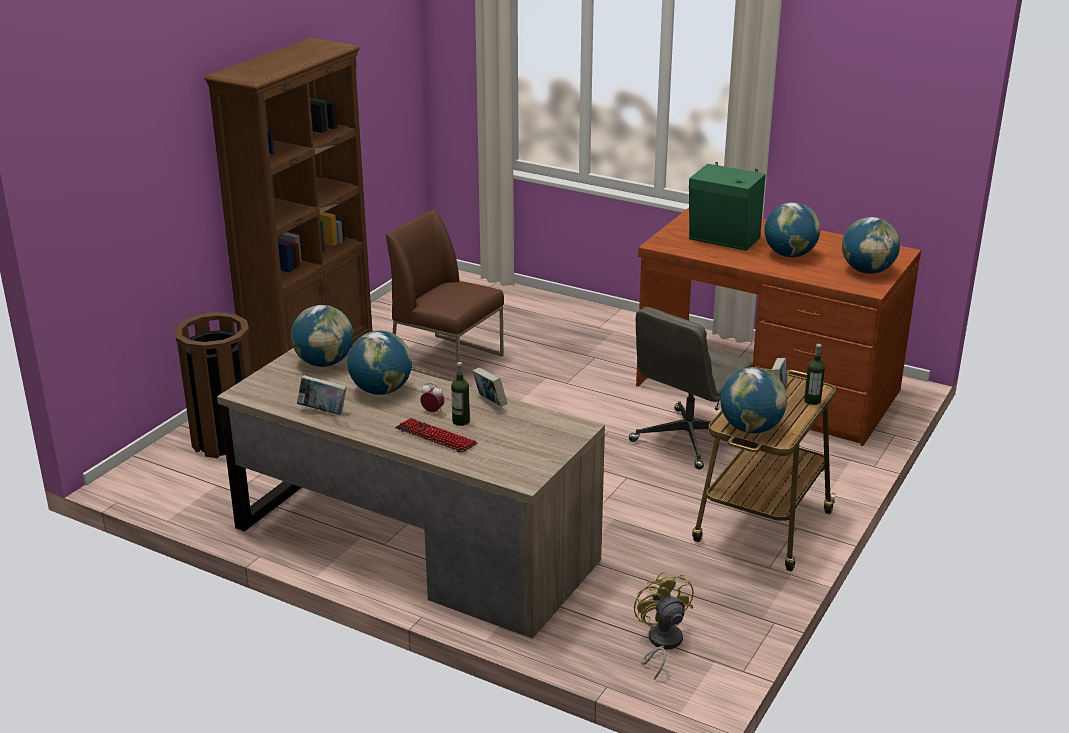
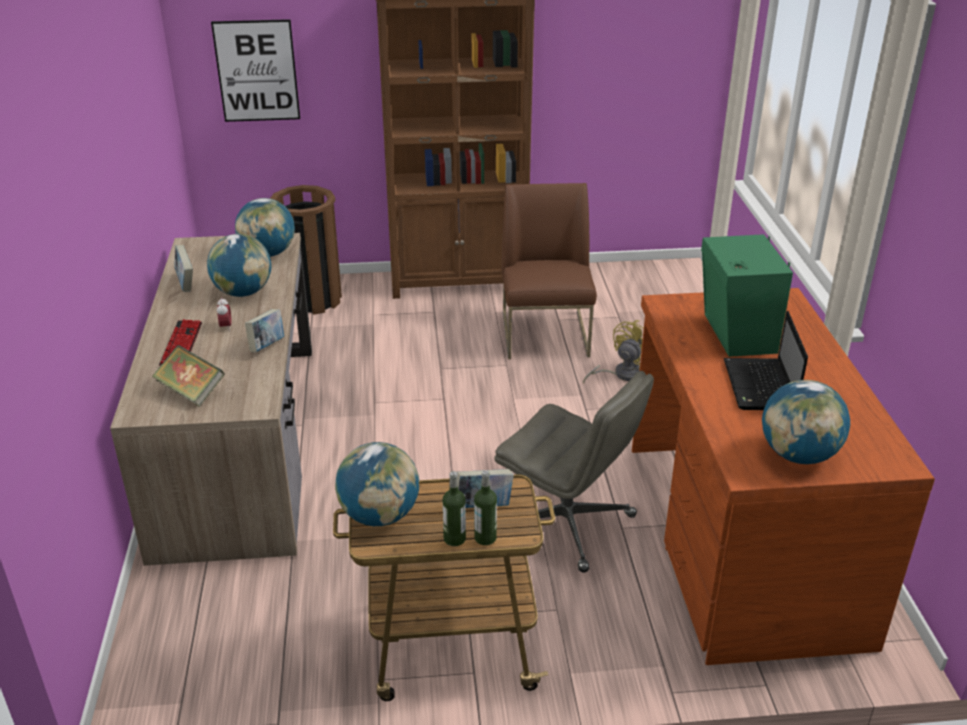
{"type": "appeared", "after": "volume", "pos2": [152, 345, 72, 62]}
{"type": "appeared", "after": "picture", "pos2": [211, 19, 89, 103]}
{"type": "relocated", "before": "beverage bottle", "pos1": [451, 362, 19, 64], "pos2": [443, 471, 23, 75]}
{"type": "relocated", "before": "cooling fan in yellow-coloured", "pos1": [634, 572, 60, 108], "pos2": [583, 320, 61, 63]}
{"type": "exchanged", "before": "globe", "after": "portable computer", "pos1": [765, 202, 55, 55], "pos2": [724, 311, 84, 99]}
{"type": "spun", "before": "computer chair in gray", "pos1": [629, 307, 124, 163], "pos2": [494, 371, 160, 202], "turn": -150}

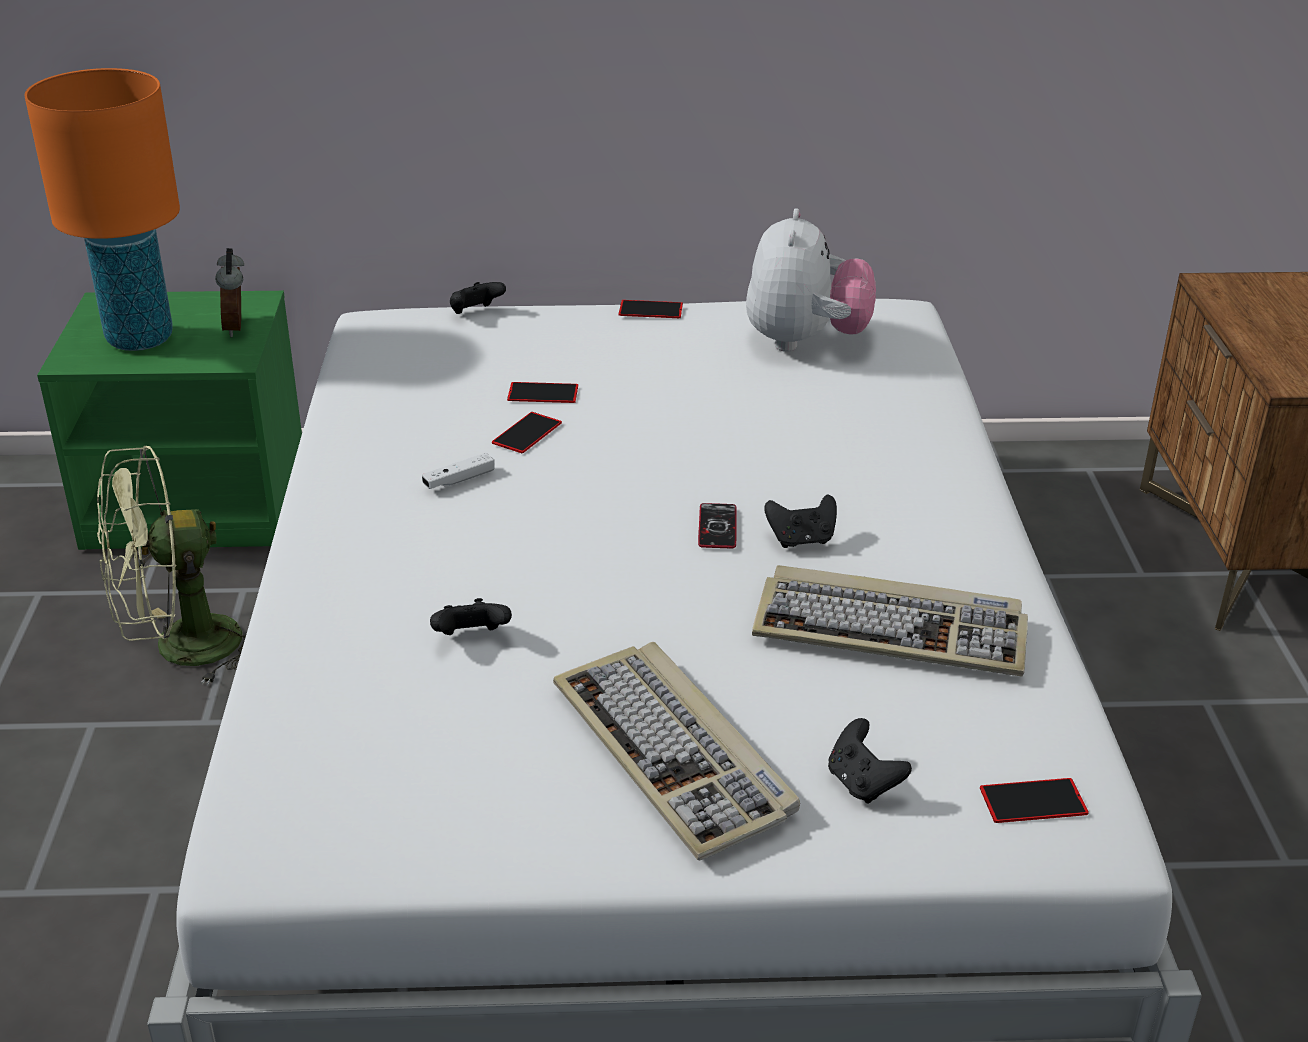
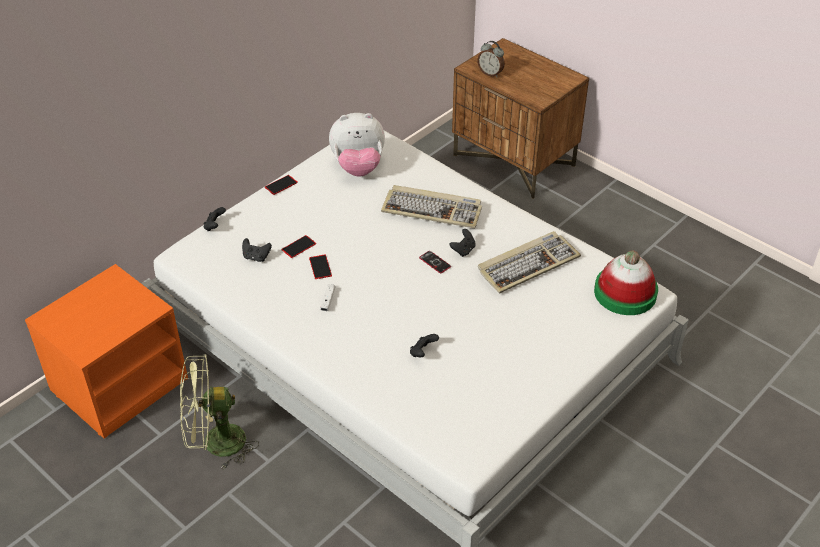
{"type": "missing", "before": "tabletop lamp in orange", "pos1": [24, 68, 156, 283]}
{"type": "relocated", "before": "alarm clock", "pos1": [215, 248, 29, 89], "pos2": [477, 41, 28, 36]}
{"type": "relocated", "before": "keyboard", "pos1": [553, 642, 247, 219], "pos2": [381, 185, 101, 43]}
{"type": "relocated", "before": "joypad in black", "pos1": [828, 718, 84, 86], "pos2": [242, 238, 30, 24]}
{"type": "exchanged", "before": "phone", "after": "hat", "pos1": [980, 778, 109, 45], "pos2": [594, 250, 64, 65]}
{"type": "colour", "before": "nightstand in green-coloured", "after": "nightstand in orange", "pos1": [37, 291, 265, 259], "pos2": [25, 264, 163, 175]}
{"type": "spun", "before": "cooling fan in green-coloured", "pos1": [97, 446, 149, 240], "pos2": [180, 354, 79, 116], "turn": 60}
{"type": "spun", "before": "plush toy", "pos1": [746, 208, 130, 144], "pos2": [329, 113, 56, 63], "turn": 120}

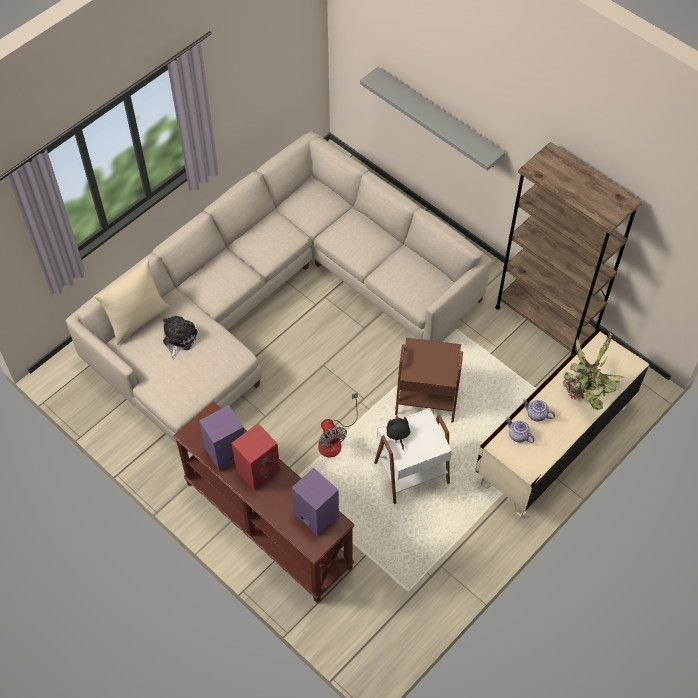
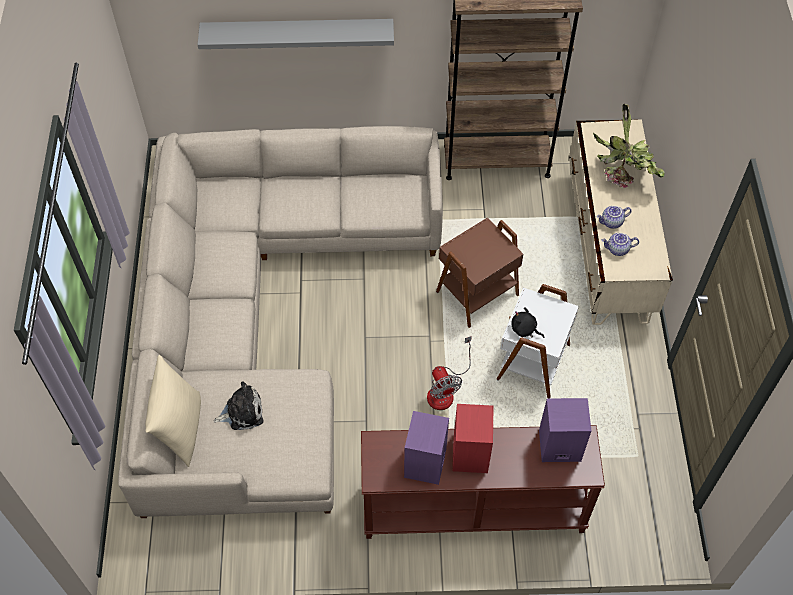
{"type": "spun", "before": "plush toy", "pos1": [163, 316, 35, 43], "pos2": [213, 381, 51, 49], "turn": 105}
{"type": "spun", "before": "cooling fan", "pos1": [318, 393, 40, 65], "pos2": [427, 336, 45, 74], "turn": 45}

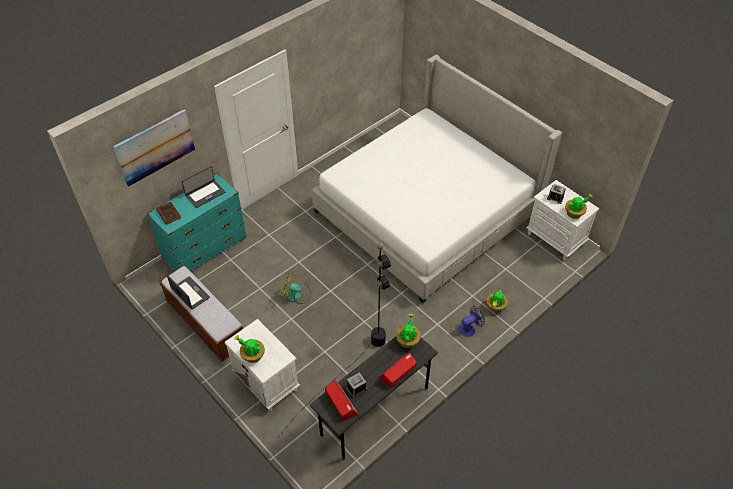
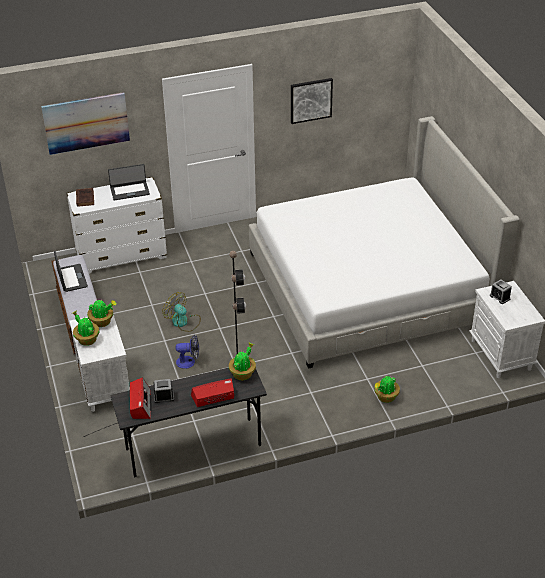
{"type": "appeared", "after": "picture", "pos2": [291, 78, 42, 46]}
{"type": "relocated", "before": "cooling fan", "pos1": [459, 306, 26, 31], "pos2": [176, 335, 23, 34]}
{"type": "relocated", "before": "plant in a pot", "pos1": [565, 194, 28, 25], "pos2": [87, 300, 30, 27]}
{"type": "colour", "before": "dresser in blue-green", "after": "dresser in whitish", "pos1": [147, 173, 100, 98], "pos2": [66, 177, 101, 97]}

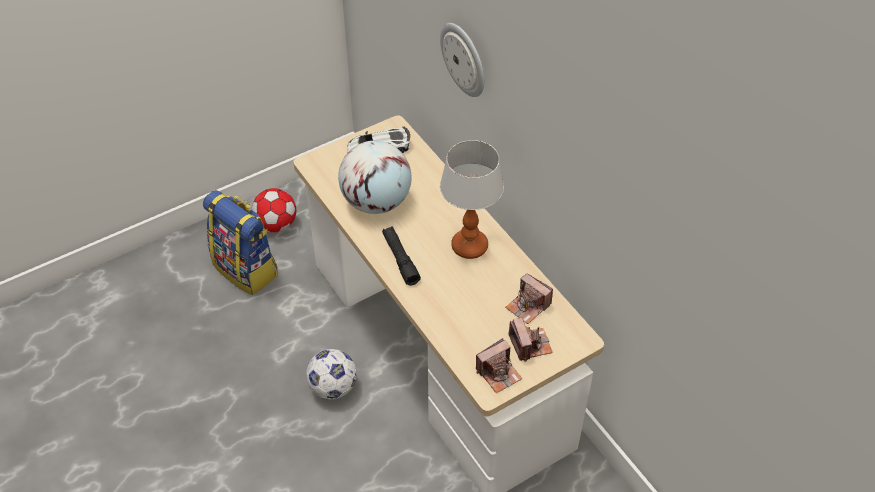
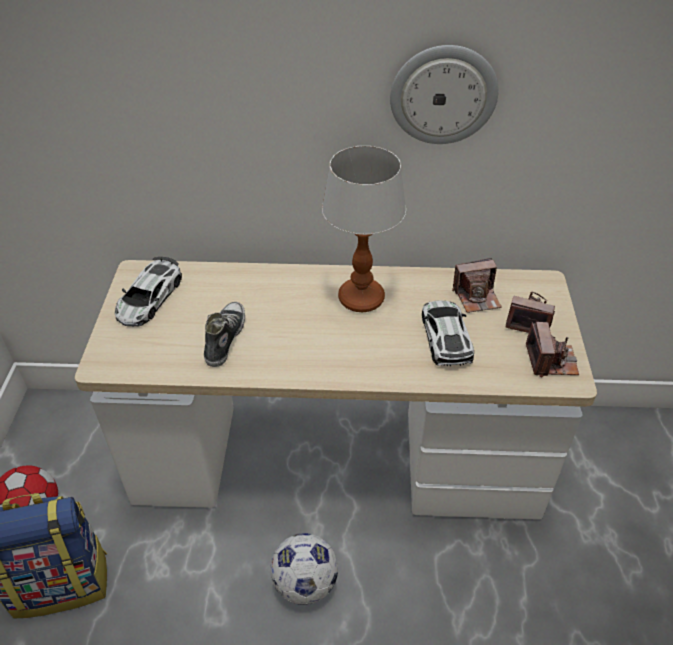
{"type": "missing", "before": "hand torch in black", "pos1": [382, 226, 39, 60]}
{"type": "appeared", "after": "model car", "pos2": [422, 301, 52, 65]}
{"type": "relocated", "before": "clock on the wall", "pos1": [440, 23, 44, 74], "pos2": [390, 45, 109, 99]}
{"type": "exchanged", "before": "globe", "after": "item of footwear", "pos1": [338, 141, 73, 73], "pos2": [204, 302, 41, 65]}

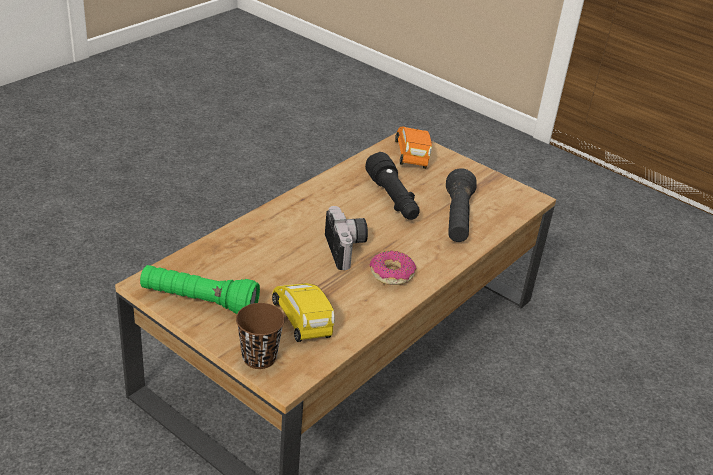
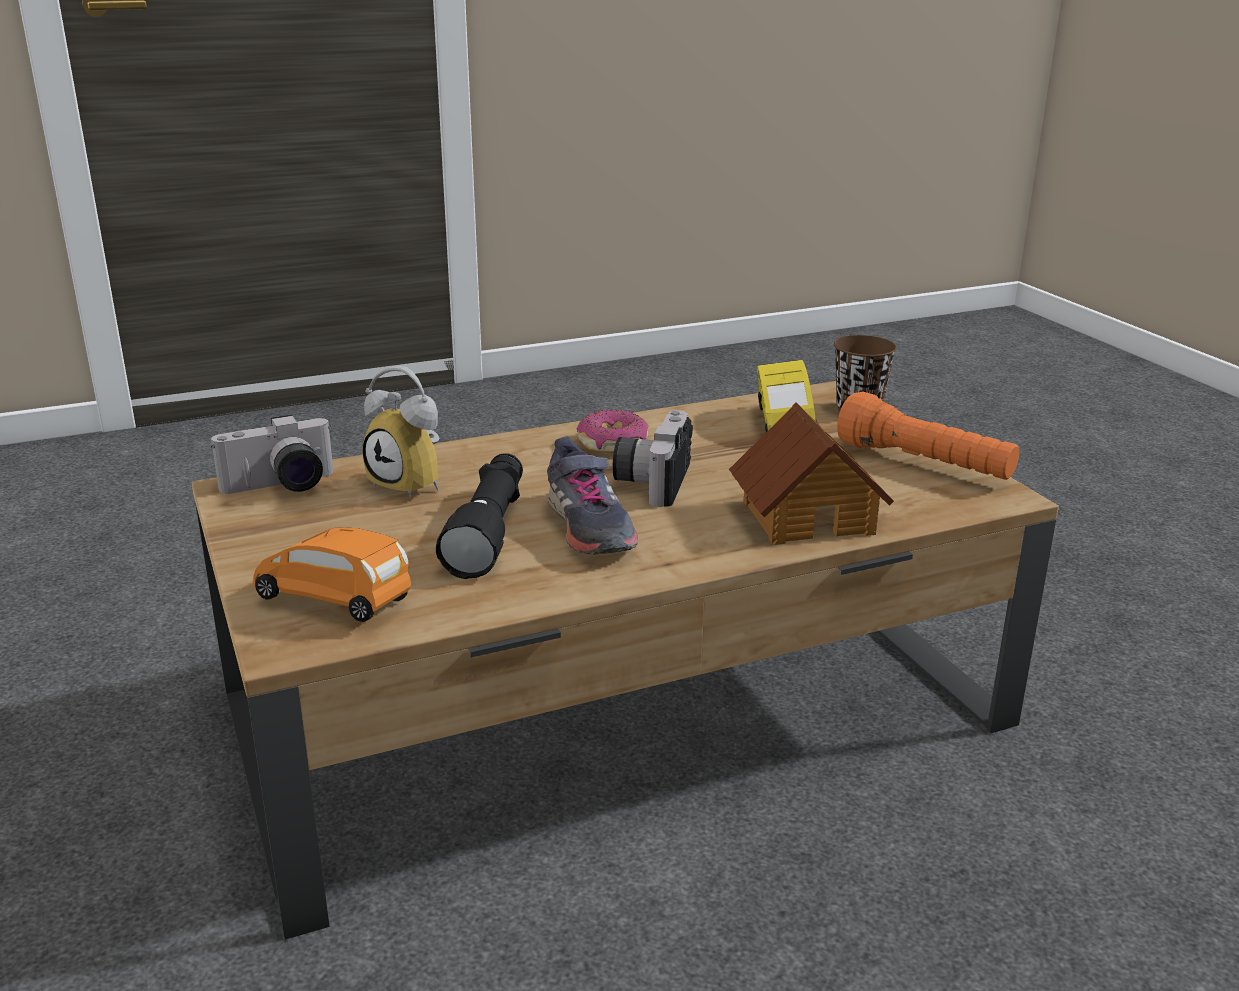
{"type": "appeared", "after": "photo camera", "pos2": [211, 415, 123, 79]}
{"type": "appeared", "after": "item of footwear in gray", "pos2": [547, 437, 91, 118]}
{"type": "appeared", "after": "toy house", "pos2": [729, 402, 165, 143]}
{"type": "exchanged", "before": "hand torch in black", "after": "alarm clock", "pos1": [446, 168, 31, 74], "pos2": [362, 366, 77, 134]}
{"type": "colour", "before": "hand torch in green-coloured", "after": "hand torch in orange", "pos1": [140, 265, 120, 49], "pos2": [837, 391, 182, 89]}
{"type": "spun", "before": "model car in orange", "pos1": [395, 127, 37, 42], "pos2": [253, 527, 158, 95], "turn": 90}

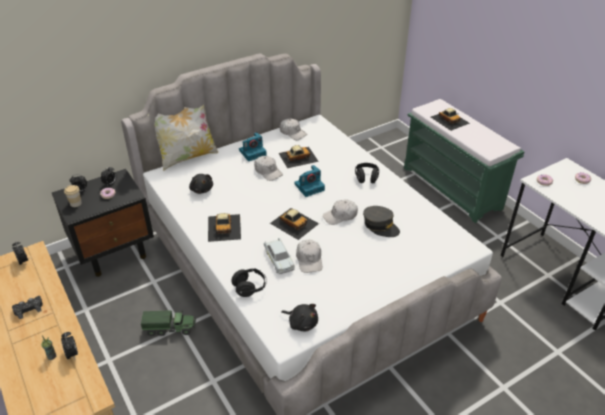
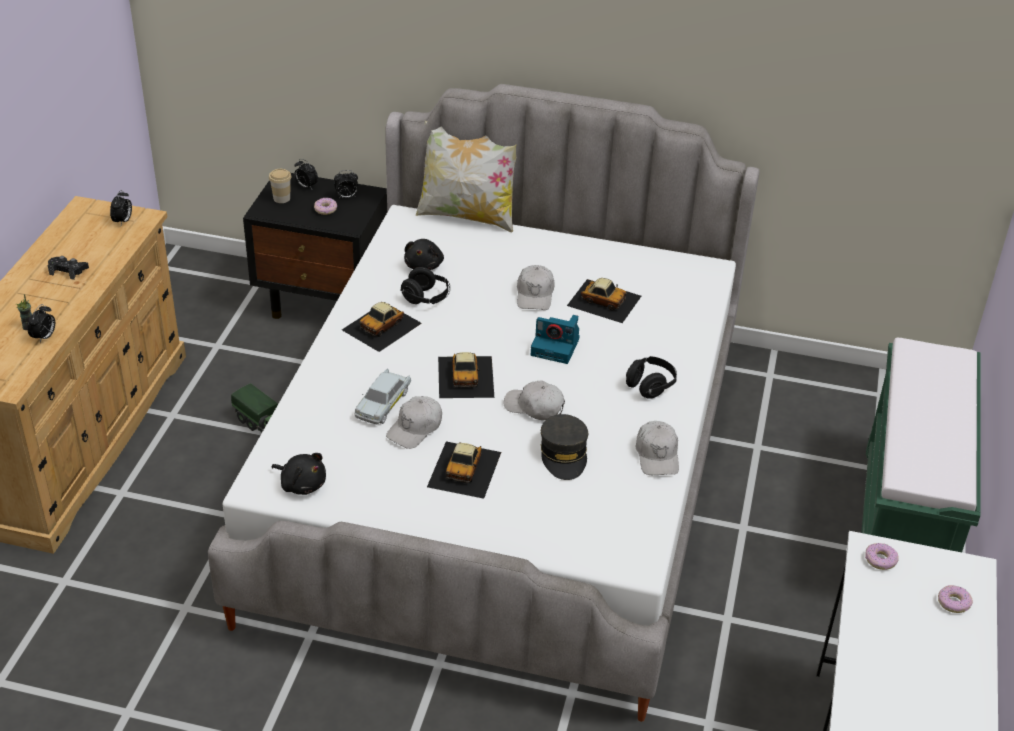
{"type": "missing", "before": "photo camera", "pos1": [239, 132, 28, 29]}
{"type": "relocated", "before": "headset in black", "pos1": [231, 268, 36, 29], "pos2": [400, 267, 50, 37]}
{"type": "relocated", "before": "peaked cap in whitish", "pos1": [279, 118, 28, 22], "pos2": [635, 421, 44, 54]}
{"type": "relocated", "before": "model car", "pos1": [431, 108, 39, 23], "pos2": [427, 441, 74, 58]}
{"type": "spun", "before": "plush toy in black", "pos1": [281, 304, 37, 27], "pos2": [271, 453, 55, 42], "turn": -45}

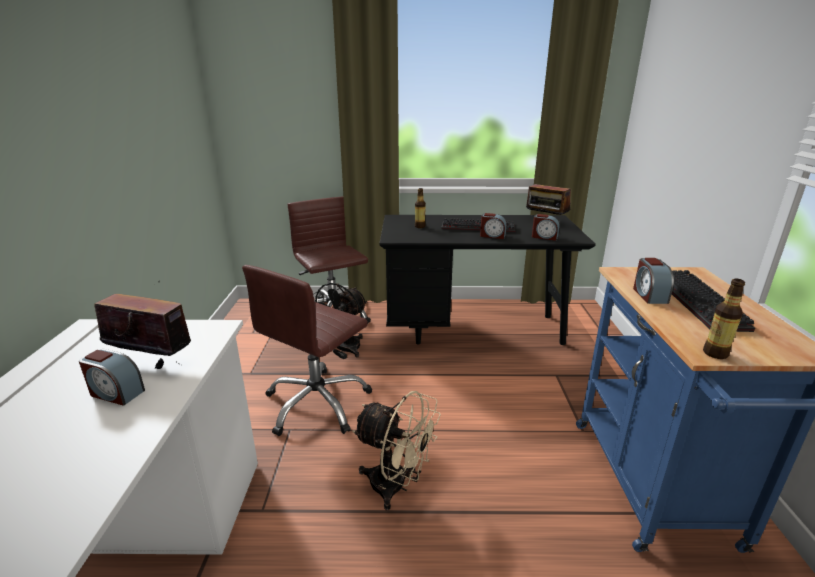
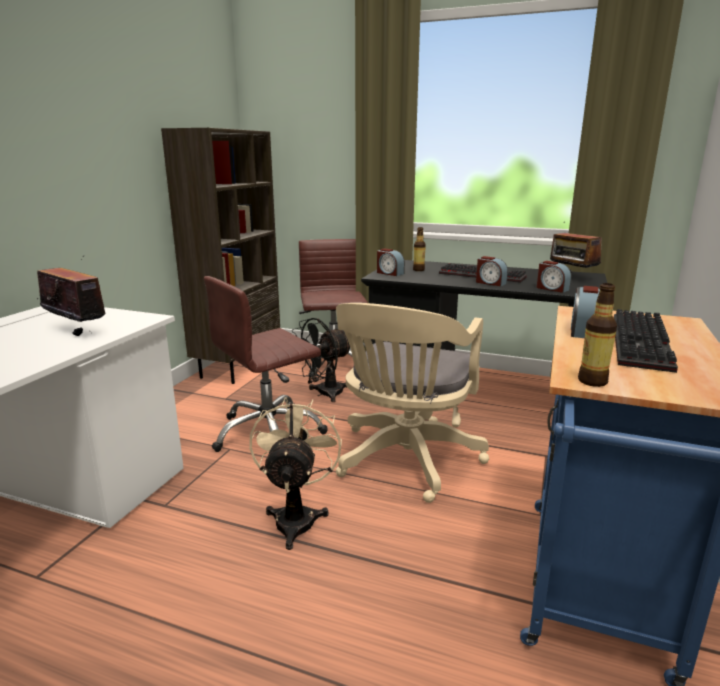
{"type": "appeared", "after": "shelving unit in brown-coloured", "pos2": [161, 128, 119, 256]}
{"type": "appeared", "after": "computer chair in sand-coloured", "pos2": [336, 303, 153, 200]}
{"type": "relocated", "before": "alarm clock", "pos1": [79, 349, 66, 57], "pos2": [377, 248, 28, 28]}
{"type": "spun", "before": "cooling fan in sand-coloured", "pos1": [352, 391, 89, 120], "pos2": [249, 397, 93, 153], "turn": -135}

